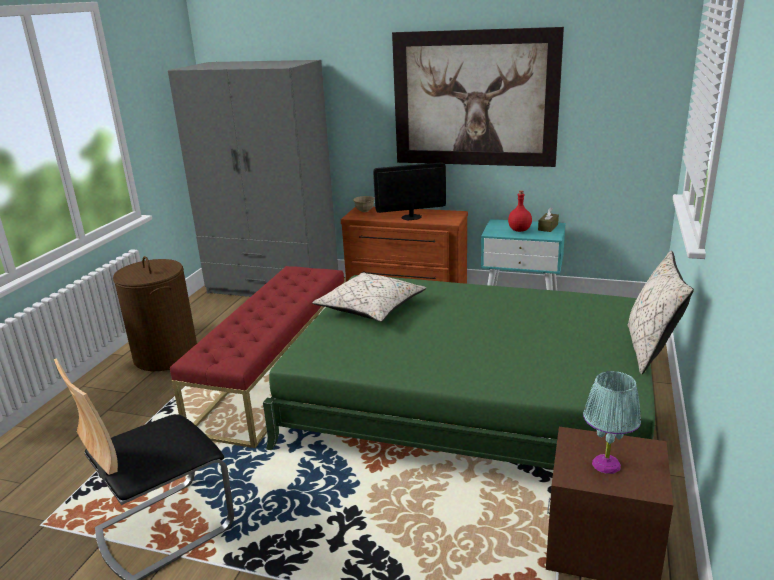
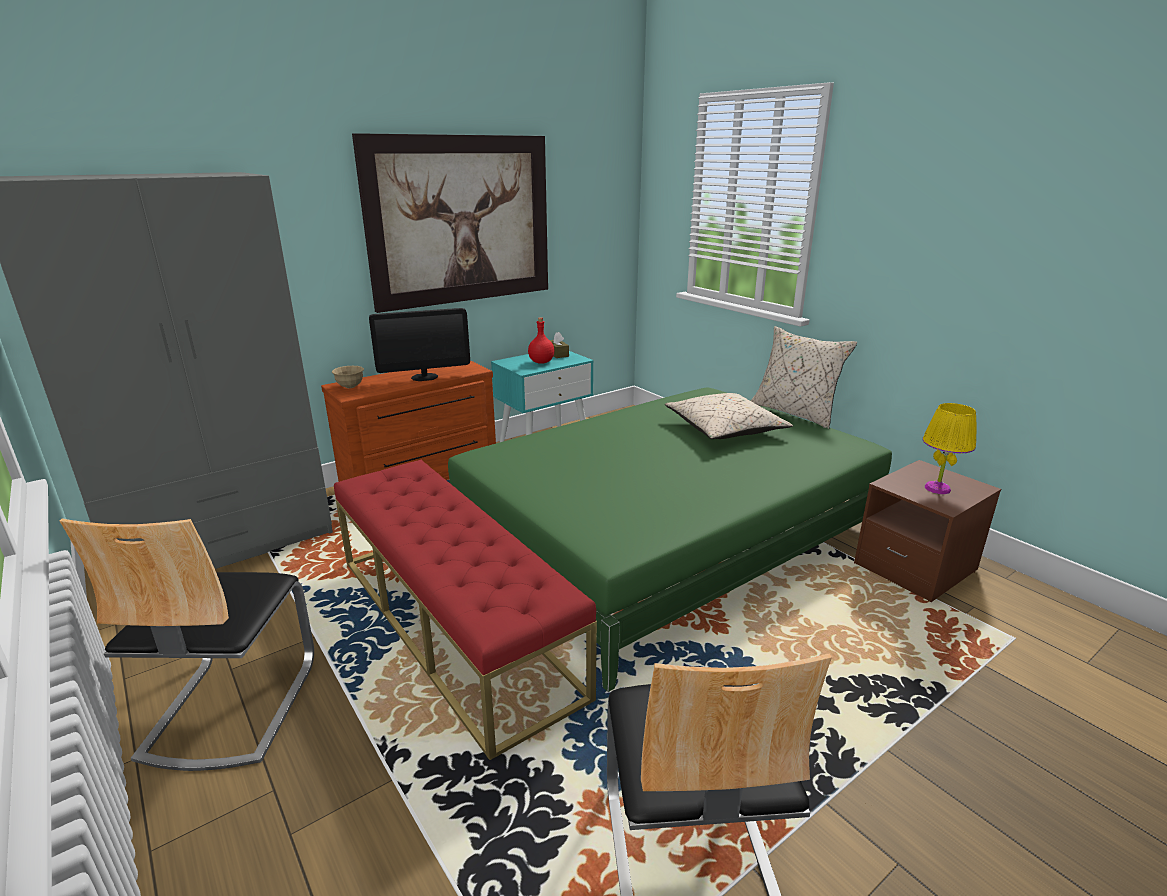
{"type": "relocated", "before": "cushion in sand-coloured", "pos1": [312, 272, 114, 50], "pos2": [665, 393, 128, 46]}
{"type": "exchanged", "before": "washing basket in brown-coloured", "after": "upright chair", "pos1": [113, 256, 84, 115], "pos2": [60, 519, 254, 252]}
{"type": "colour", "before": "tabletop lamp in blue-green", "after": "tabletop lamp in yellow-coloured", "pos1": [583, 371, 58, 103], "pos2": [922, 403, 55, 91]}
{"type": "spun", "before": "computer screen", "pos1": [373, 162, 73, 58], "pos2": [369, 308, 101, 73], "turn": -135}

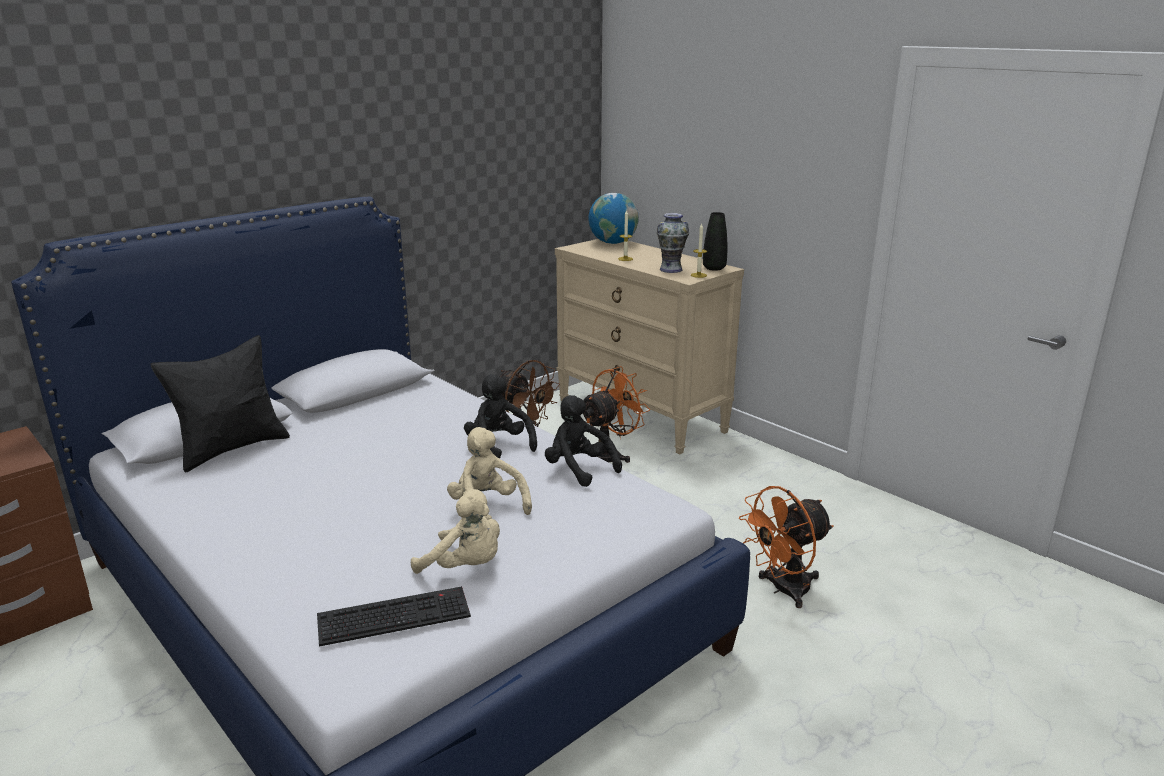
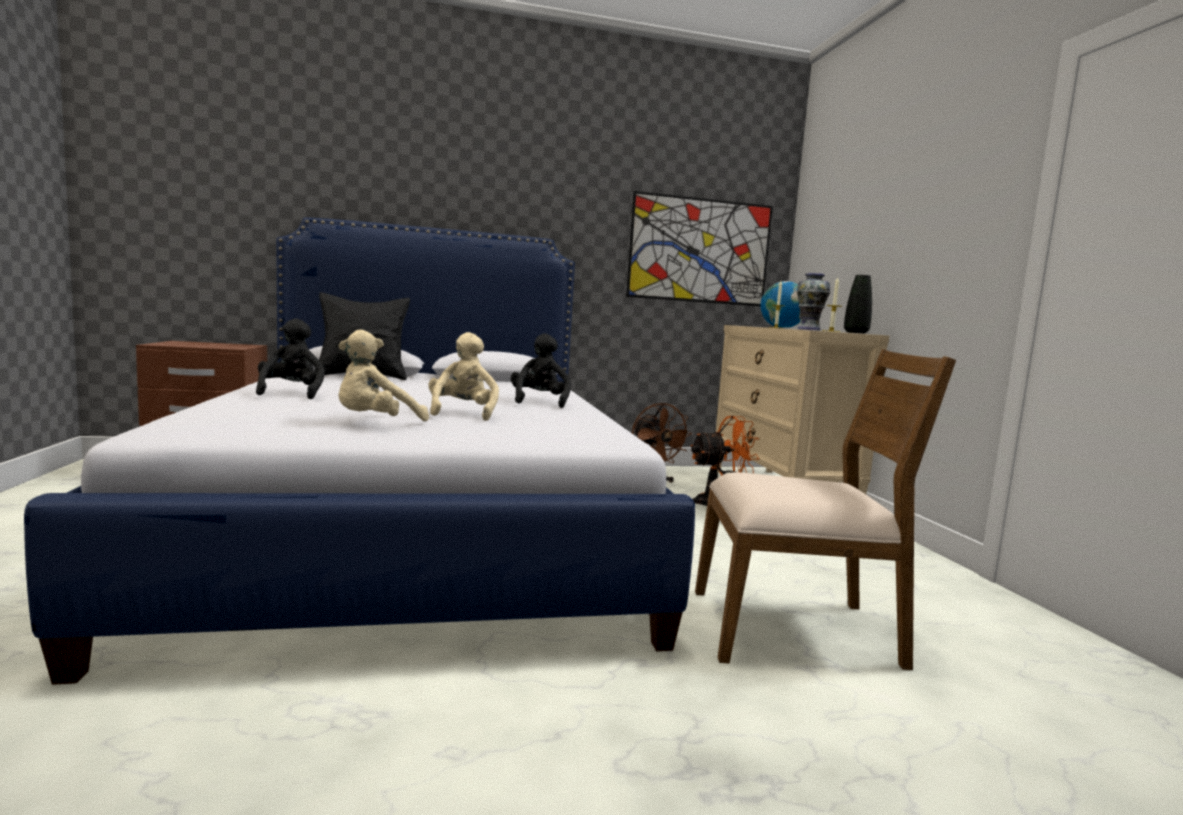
{"type": "missing", "before": "keyboard", "pos1": [317, 586, 154, 61]}
{"type": "appeared", "after": "picture", "pos2": [626, 191, 147, 115]}
{"type": "relocated", "before": "plush toy in black", "pos1": [545, 395, 77, 92], "pos2": [256, 319, 69, 80]}
{"type": "exchanged", "before": "cooling fan in orange", "after": "upright chair in brown-coloured", "pos1": [739, 486, 94, 122], "pos2": [695, 349, 261, 321]}
{"type": "spun", "before": "plush toy in sand-coloured", "pos1": [411, 489, 89, 85], "pos2": [338, 330, 91, 91], "turn": 75}

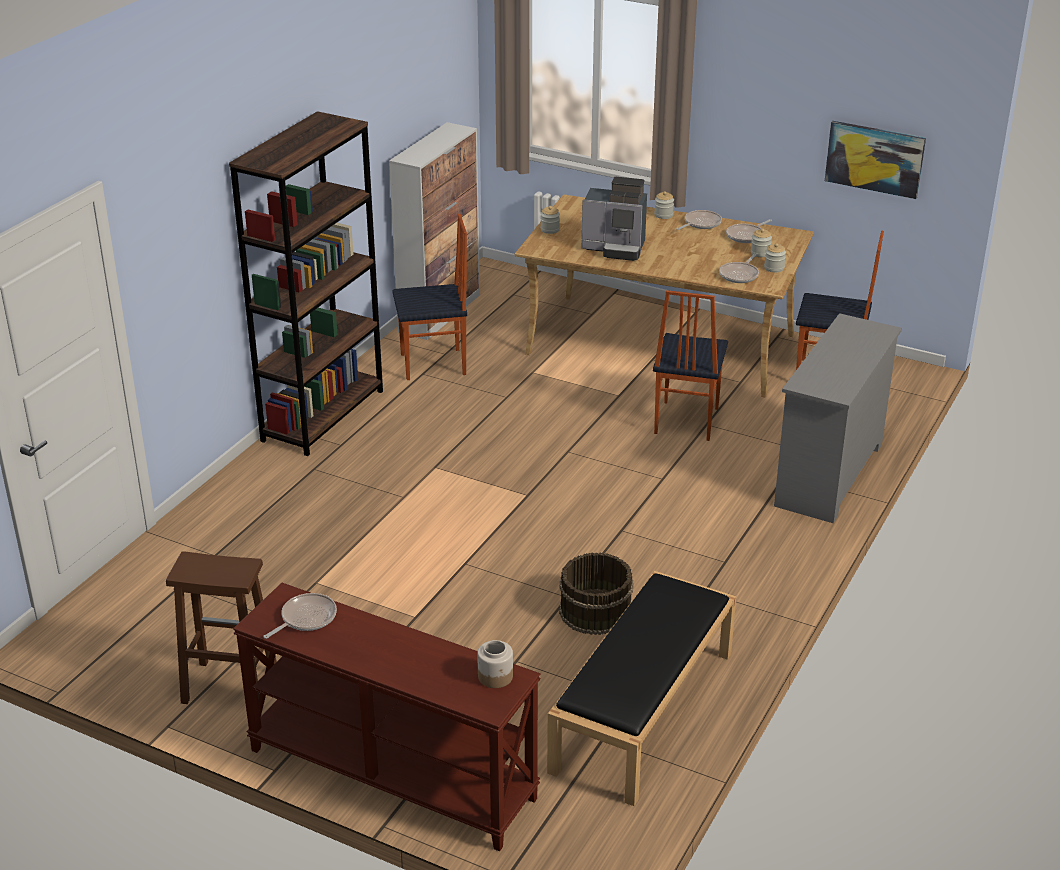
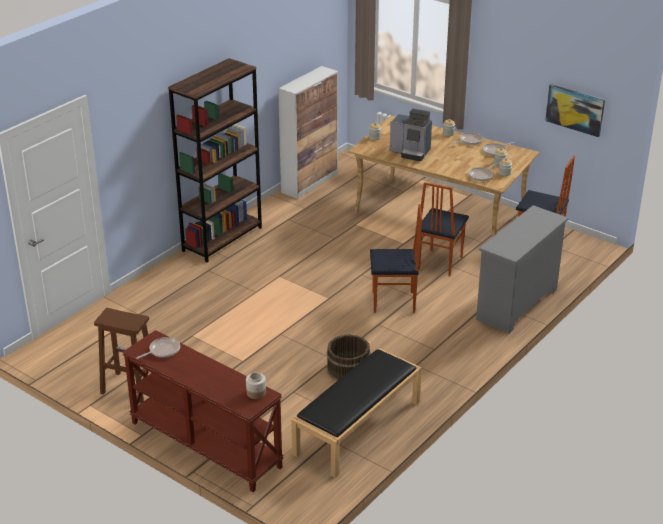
{"type": "relocated", "before": "upright chair", "pos1": [392, 214, 75, 166], "pos2": [370, 204, 52, 109]}

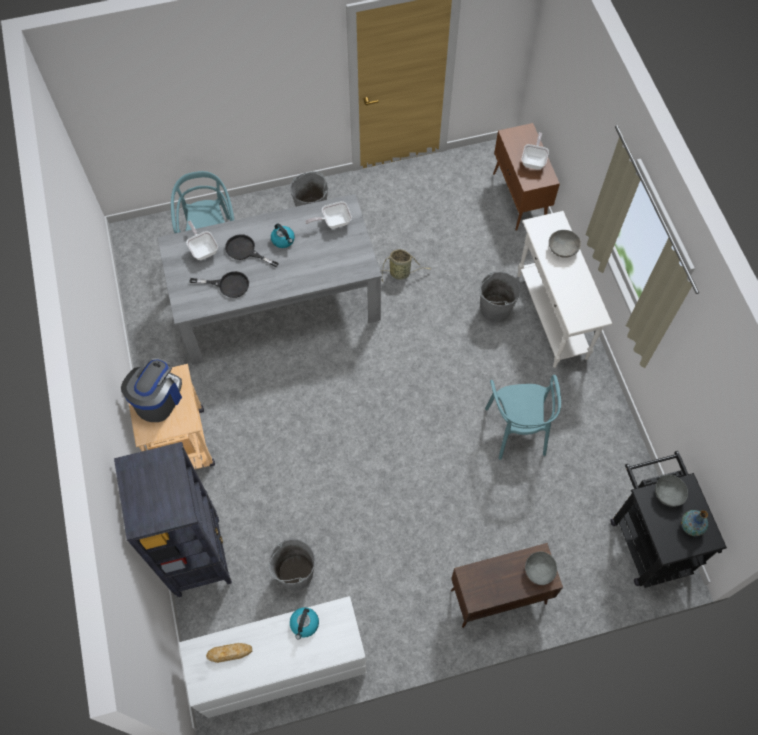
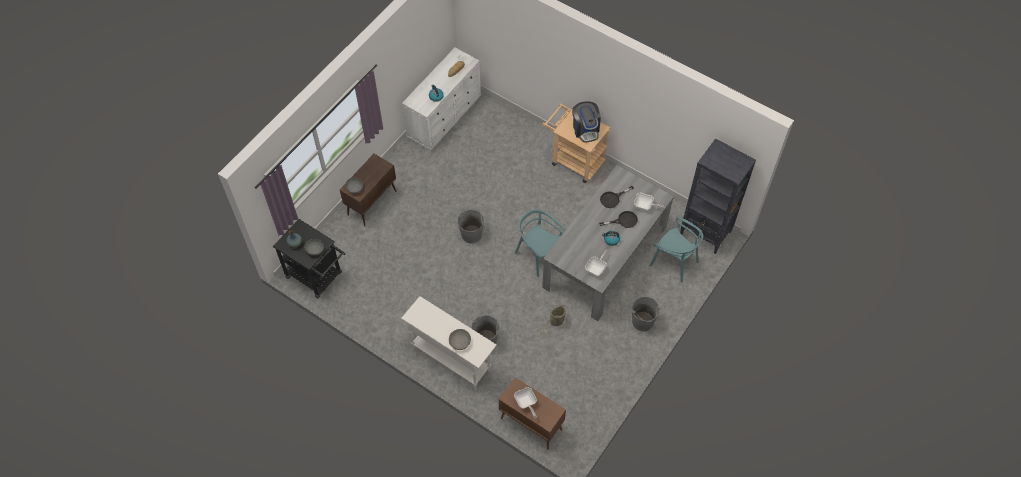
{"type": "relocated", "before": "shelving unit in black", "pos1": [114, 442, 118, 155], "pos2": [680, 138, 76, 116]}
{"type": "relocated", "before": "bucket in gray", "pos1": [269, 539, 46, 51], "pos2": [458, 208, 26, 35]}
{"type": "relocated", "before": "upright chair in blue-green", "pos1": [485, 375, 76, 85], "pos2": [515, 209, 51, 68]}

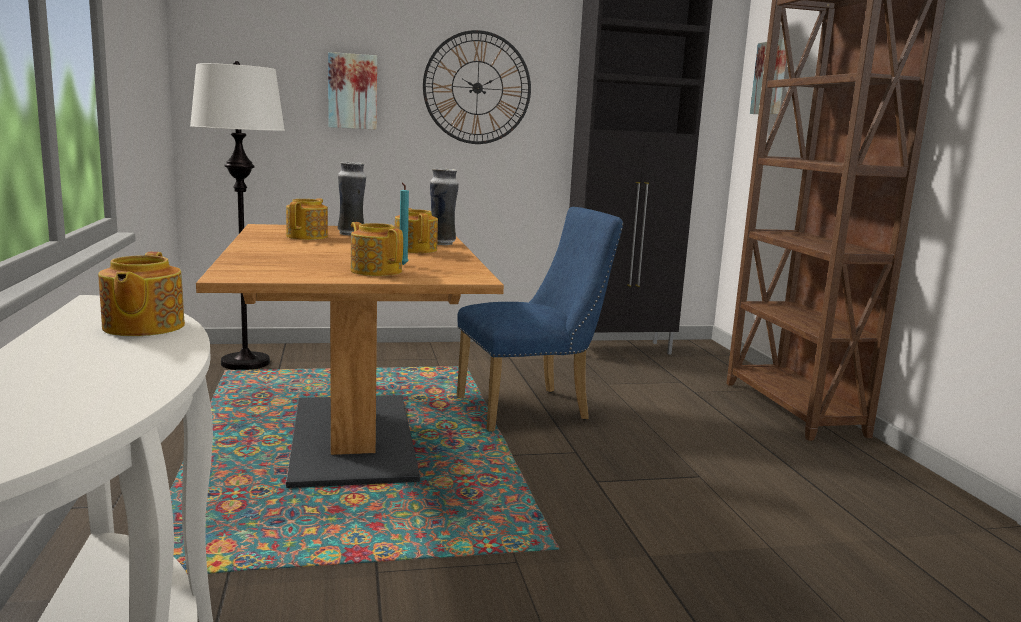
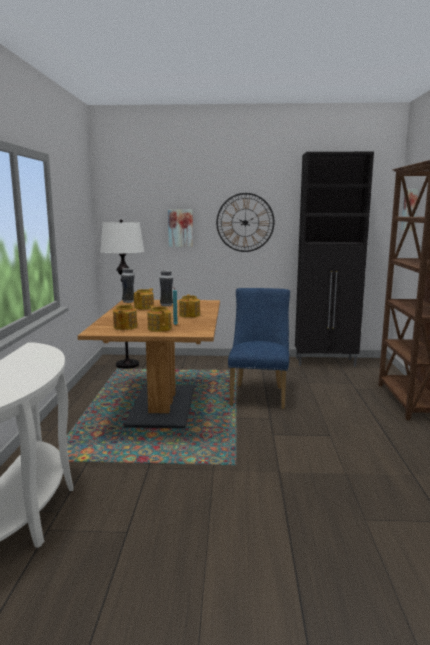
{"type": "relocated", "before": "tea pot", "pos1": [98, 252, 87, 84], "pos2": [113, 304, 24, 26]}
{"type": "relocated", "before": "decorative vase", "pos1": [430, 168, 29, 77], "pos2": [121, 268, 13, 35]}
{"type": "spun", "before": "upright chair in blue", "pos1": [457, 207, 166, 224], "pos2": [228, 288, 62, 121], "turn": -75}

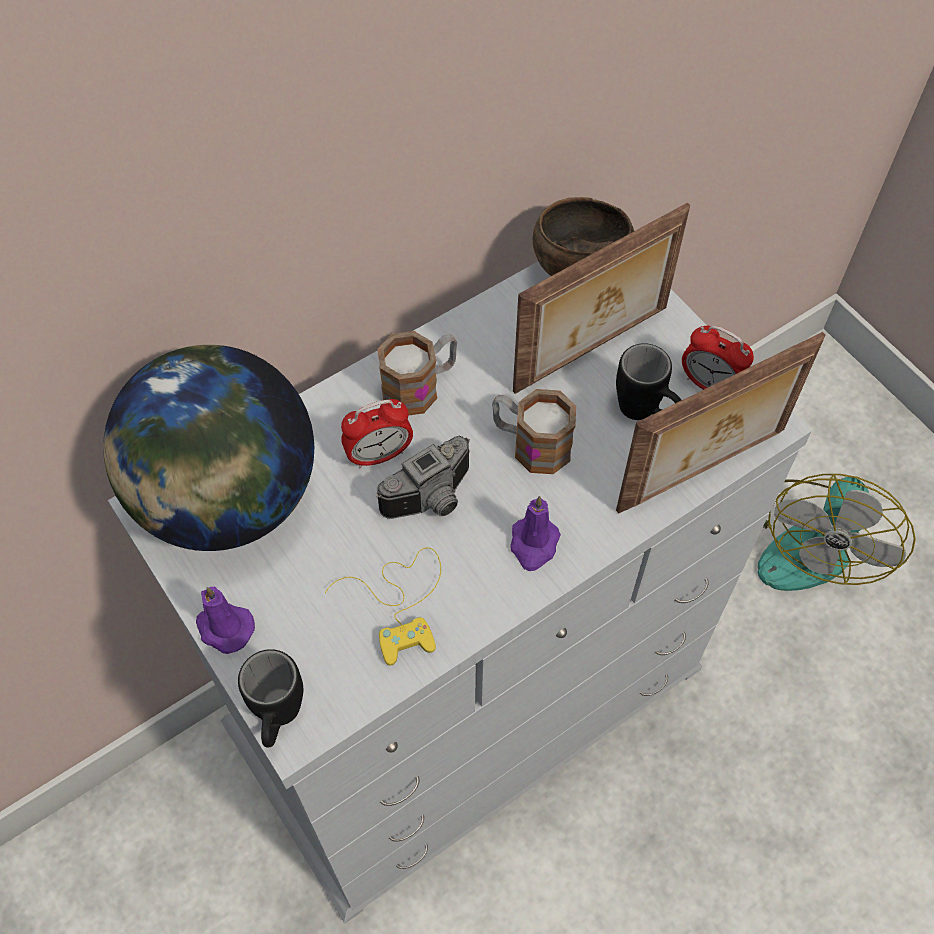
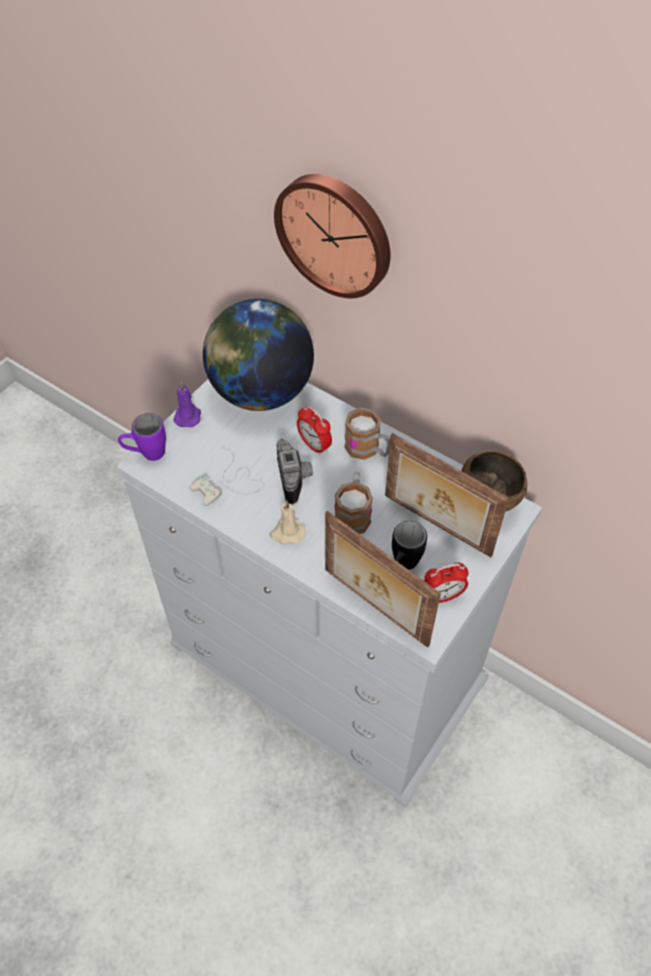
{"type": "missing", "before": "cooling fan", "pos1": [758, 474, 158, 117]}
{"type": "appeared", "after": "clock on the wall", "pos2": [274, 174, 116, 124]}
{"type": "colour", "before": "tea mug in black", "after": "tea mug in purple", "pos1": [238, 649, 65, 99], "pos2": [118, 413, 48, 48]}
{"type": "colour", "before": "joypad in yellow-coloured", "after": "joypad in whitish", "pos1": [325, 547, 116, 119], "pos2": [189, 448, 75, 58]}
{"type": "colour", "before": "candle in purple", "after": "candle in sand-coloured", "pos1": [511, 496, 50, 75], "pos2": [269, 501, 36, 44]}
{"type": "spun", "before": "photo camera", "pos1": [376, 436, 94, 83], "pos2": [276, 439, 37, 66], "turn": -135}
{"type": "spun", "before": "alarm clock", "pos1": [682, 325, 72, 65], "pos2": [424, 562, 45, 41], "turn": -120}

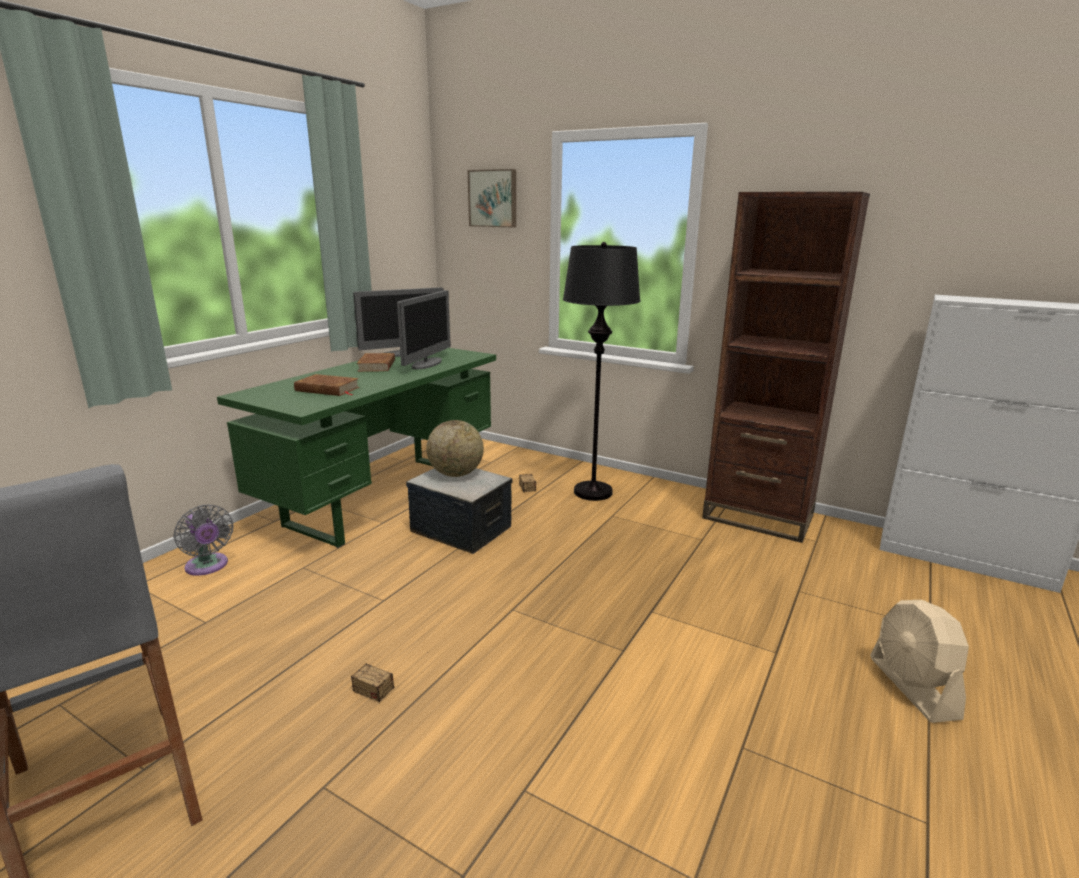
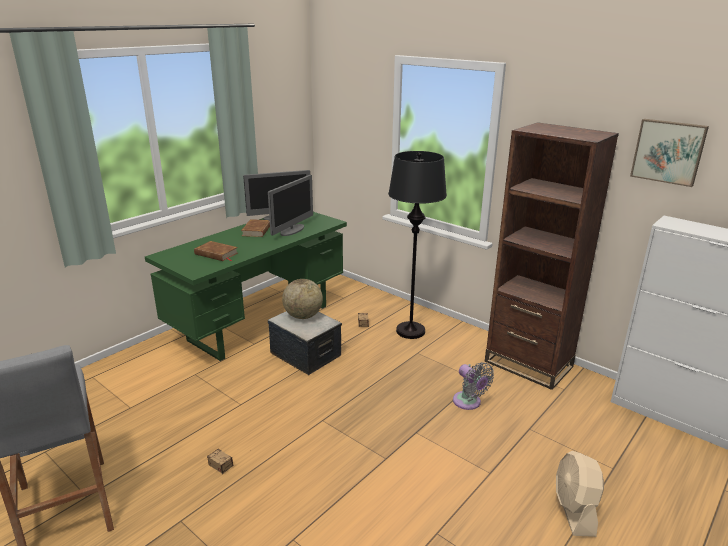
{"type": "relocated", "before": "cooling fan in gray", "pos1": [173, 504, 61, 72], "pos2": [453, 362, 41, 48]}
{"type": "relocated", "before": "picture", "pos1": [468, 169, 48, 58], "pos2": [630, 119, 79, 68]}

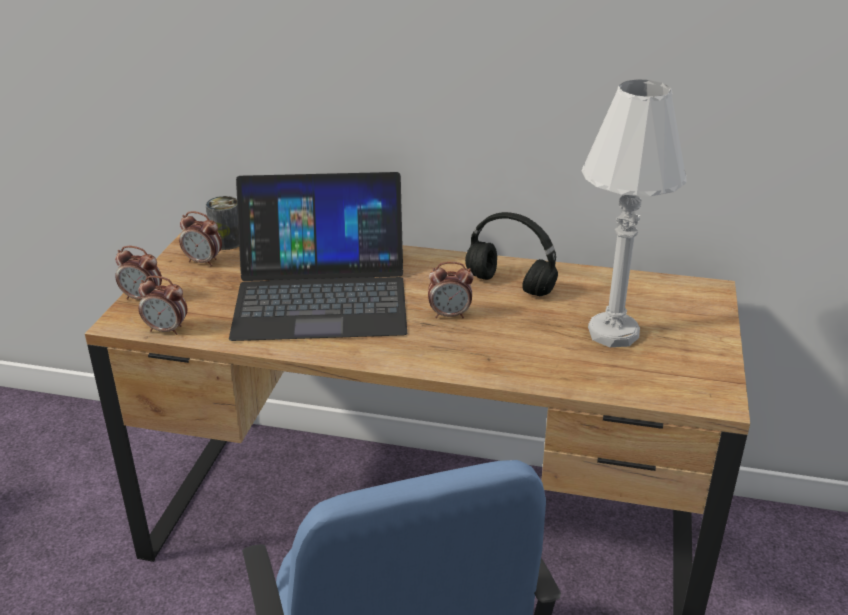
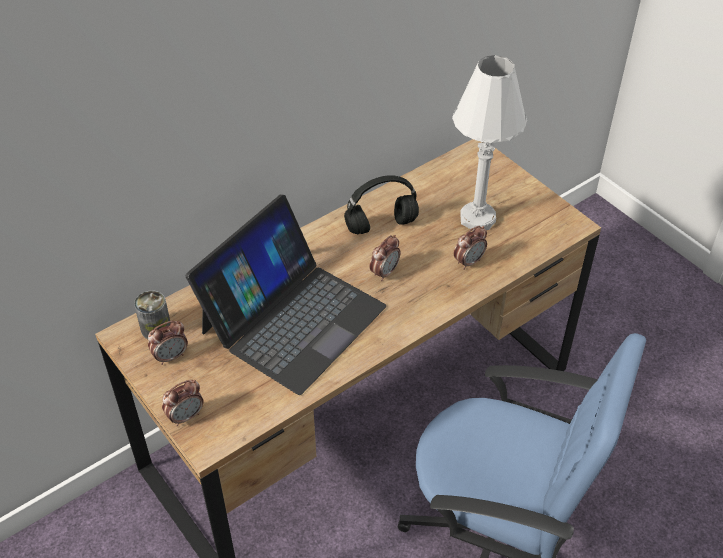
{"type": "relocated", "before": "alarm clock", "pos1": [138, 276, 50, 59], "pos2": [454, 226, 33, 44]}

